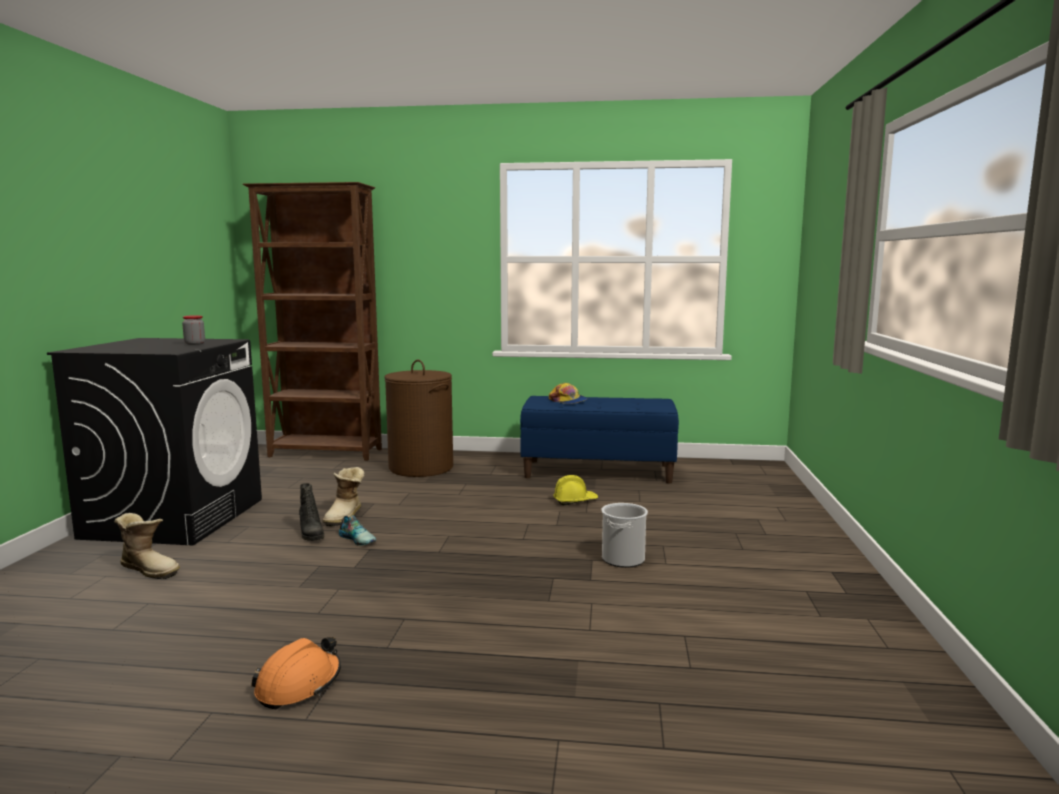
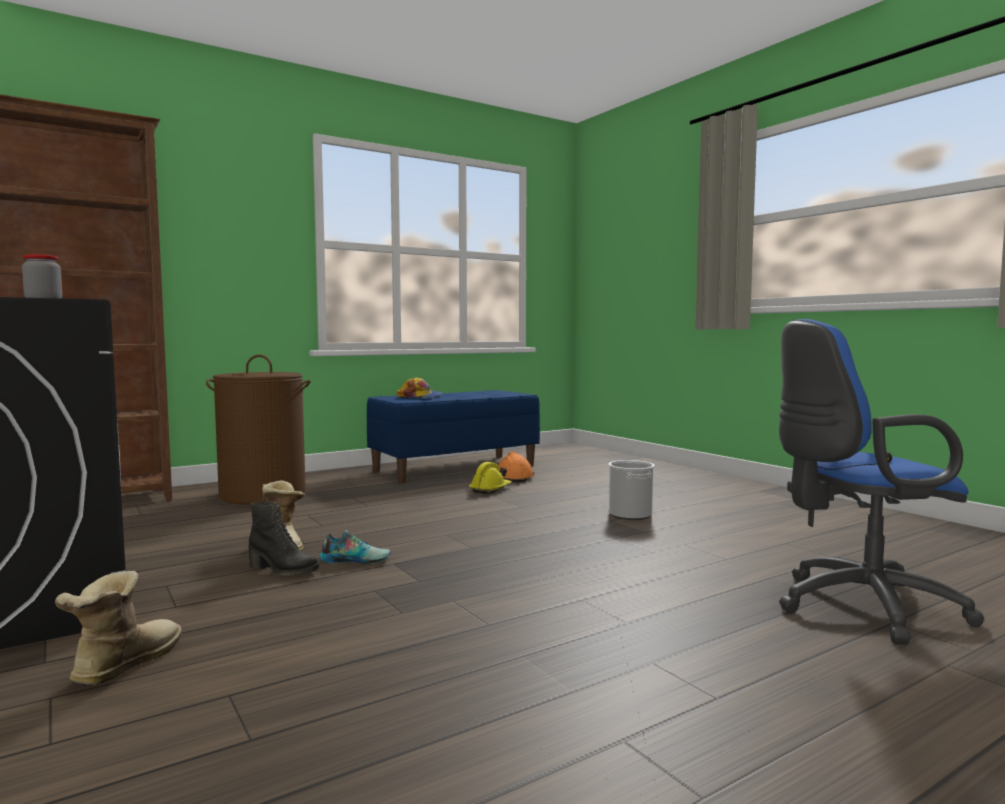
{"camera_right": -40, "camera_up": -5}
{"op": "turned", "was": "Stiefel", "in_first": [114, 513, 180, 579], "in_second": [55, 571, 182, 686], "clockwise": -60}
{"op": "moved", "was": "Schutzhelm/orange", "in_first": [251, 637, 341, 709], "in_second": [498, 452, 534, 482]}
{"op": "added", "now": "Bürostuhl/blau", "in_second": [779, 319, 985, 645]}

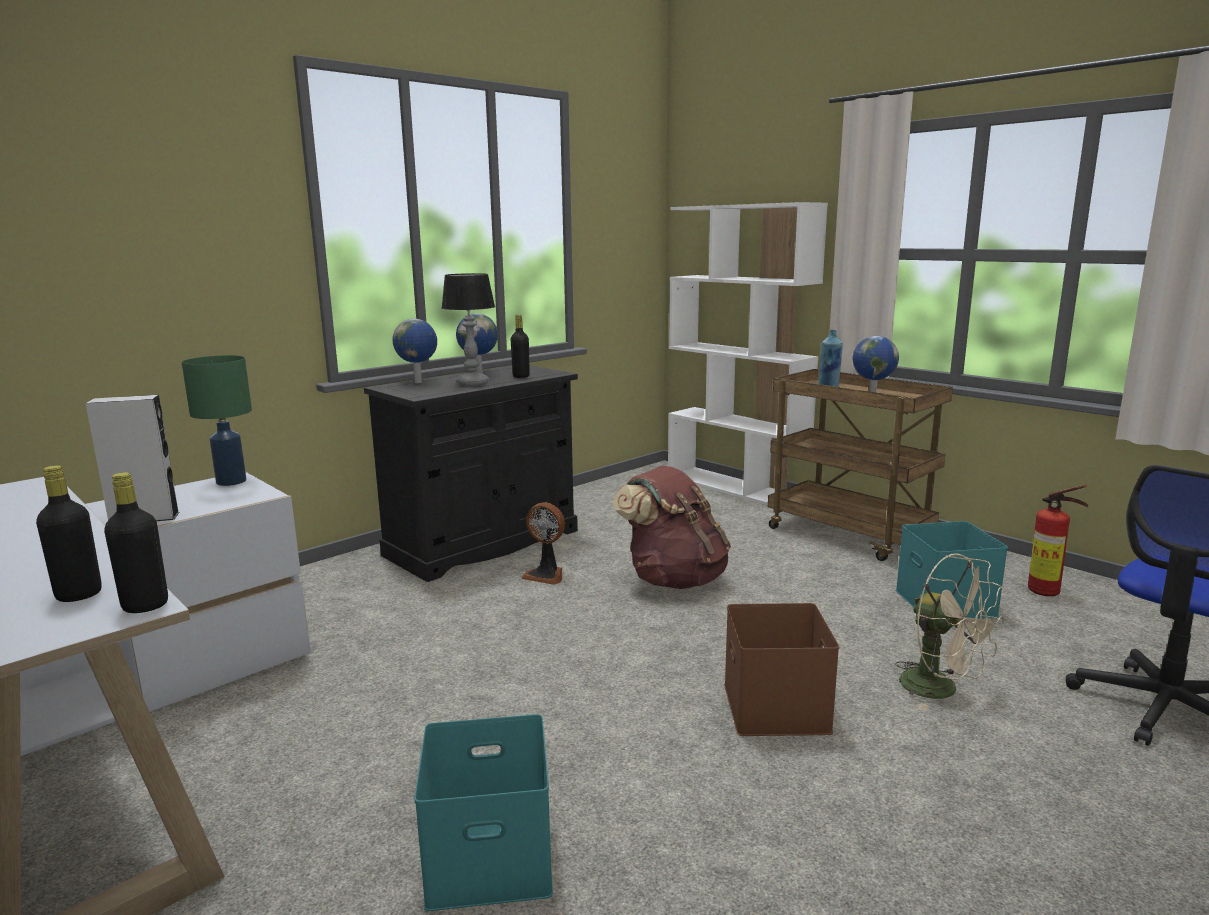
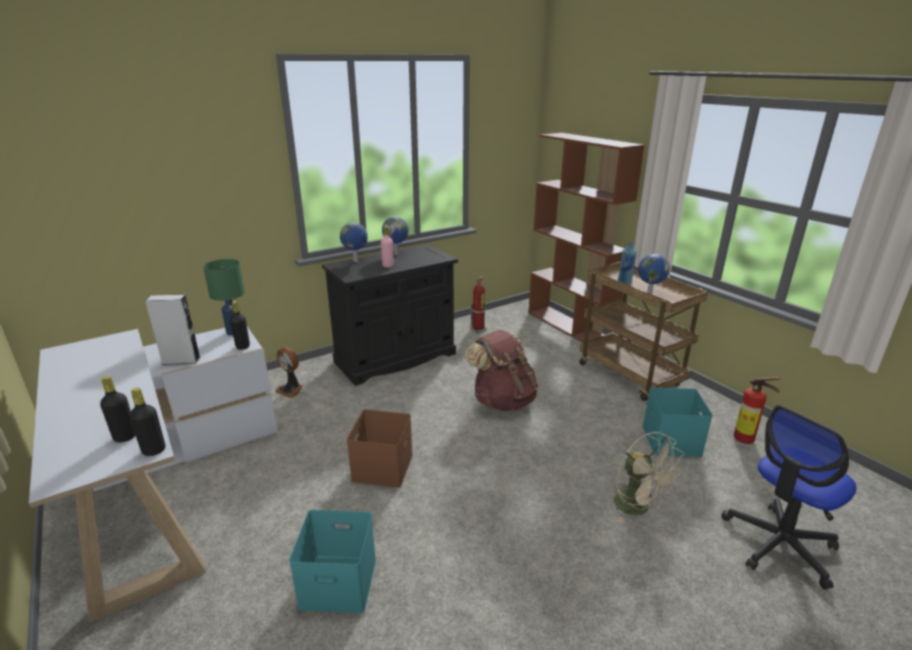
{"camera_right": 10, "camera_up": 10}
{"op": "moved", "was": "Flasche/schwarz", "in_first": [511, 315, 530, 378], "in_second": [230, 301, 250, 350]}
{"op": "moved", "was": "Ventilator", "in_first": [522, 502, 565, 585], "in_second": [275, 347, 303, 398]}
{"op": "moved", "was": "Aufbewahrungsbox/braun", "in_first": [724, 603, 839, 736], "in_second": [347, 409, 413, 488]}
{"op": "replaced", "was": "Tischlampe", "now": "Flasche/rosa", "in_first": [441, 273, 495, 386], "in_second": [381, 226, 394, 267]}
{"op": "added", "now": "Feuerlöscher", "in_second": [470, 276, 487, 333]}
{"op": "recoloured", "was": "Bücherregal/weiß", "now": "Bücherregal/braun", "in_first": [668, 202, 828, 505], "in_second": [528, 133, 645, 343]}

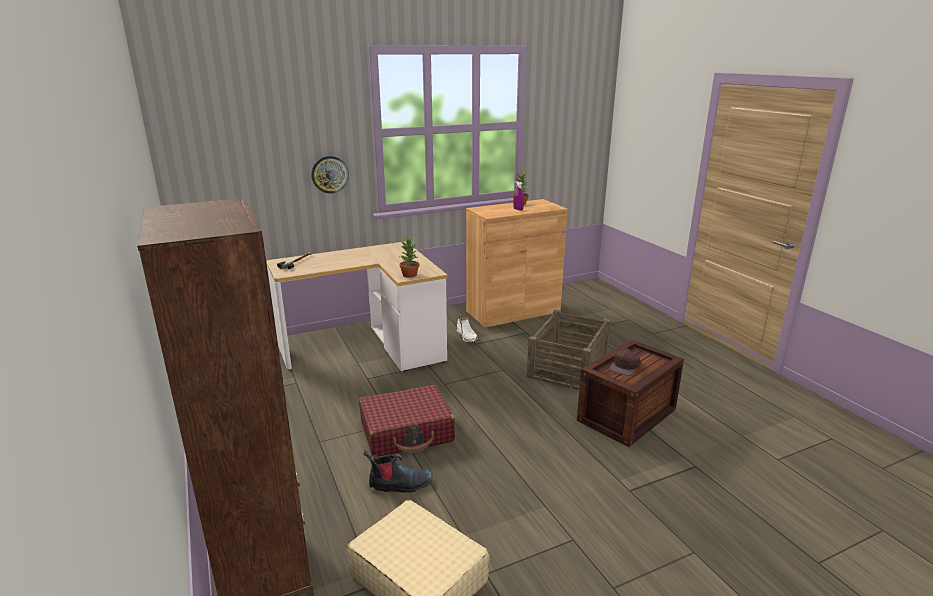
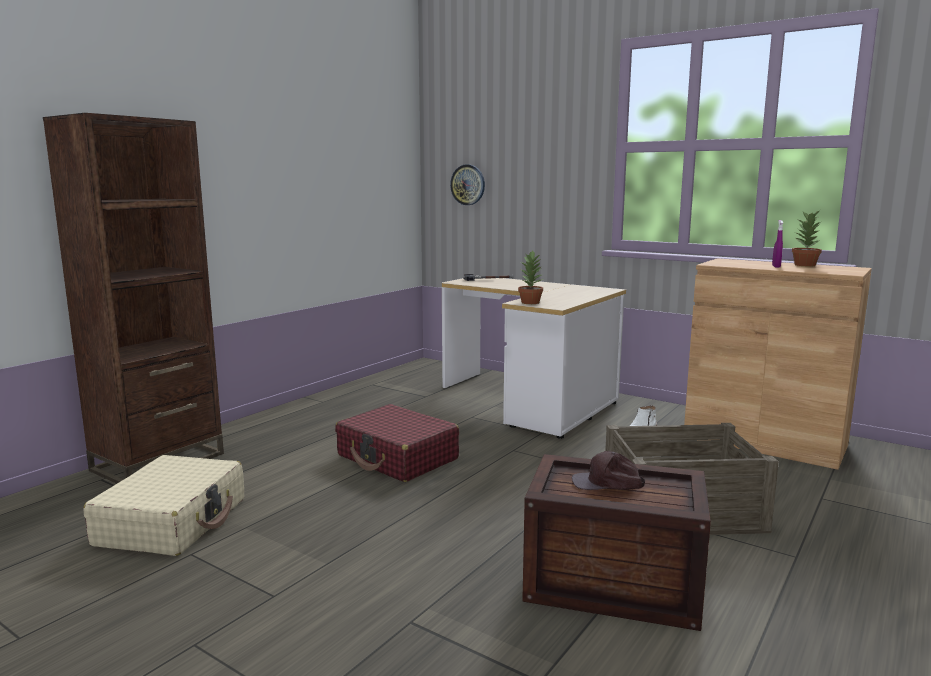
{"camera_right": 60, "camera_up": -10}
{"op": "moved", "was": "Wanduhr", "in_first": [311, 156, 349, 194], "in_second": [450, 165, 485, 205]}
{"op": "removed", "was": "Stiefel", "in_first": [363, 451, 433, 493]}

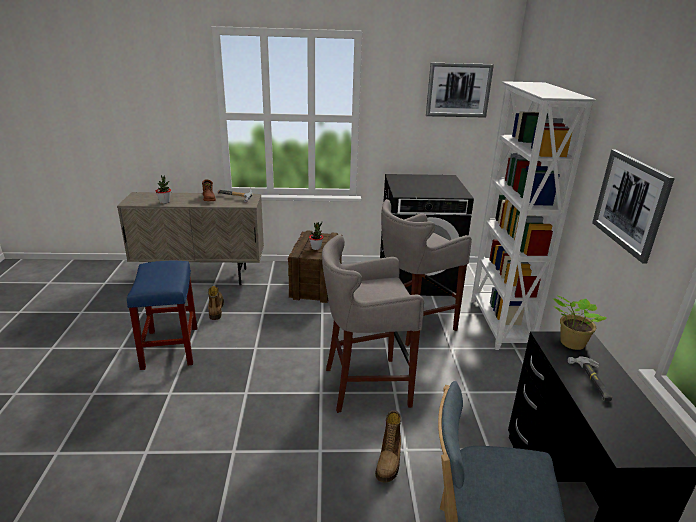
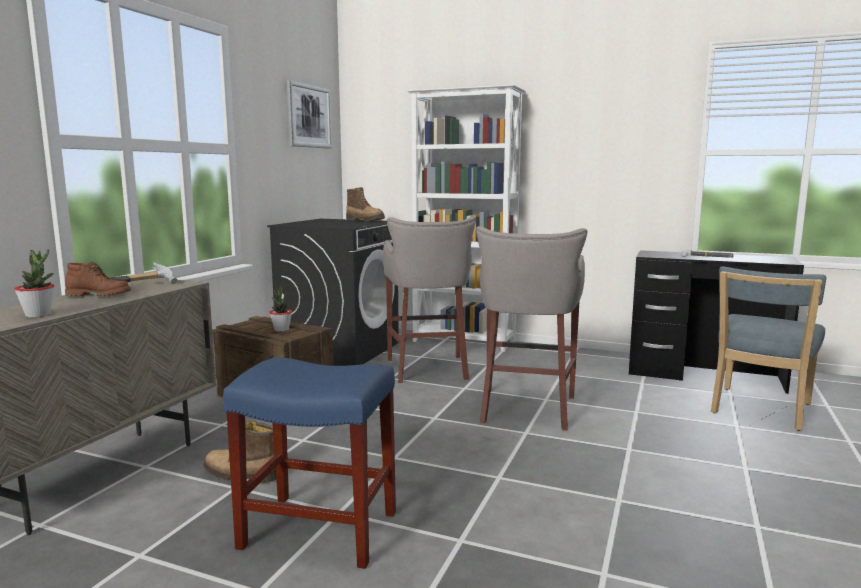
{"camera_right": -65, "camera_up": -15}
{"op": "moved", "was": "Stiefel", "in_first": [375, 410, 402, 483], "in_second": [346, 187, 385, 221]}
{"op": "removed", "was": "Topfpflanze", "in_first": [552, 295, 606, 350]}
{"op": "removed", "was": "Bild", "in_first": [592, 149, 675, 263]}

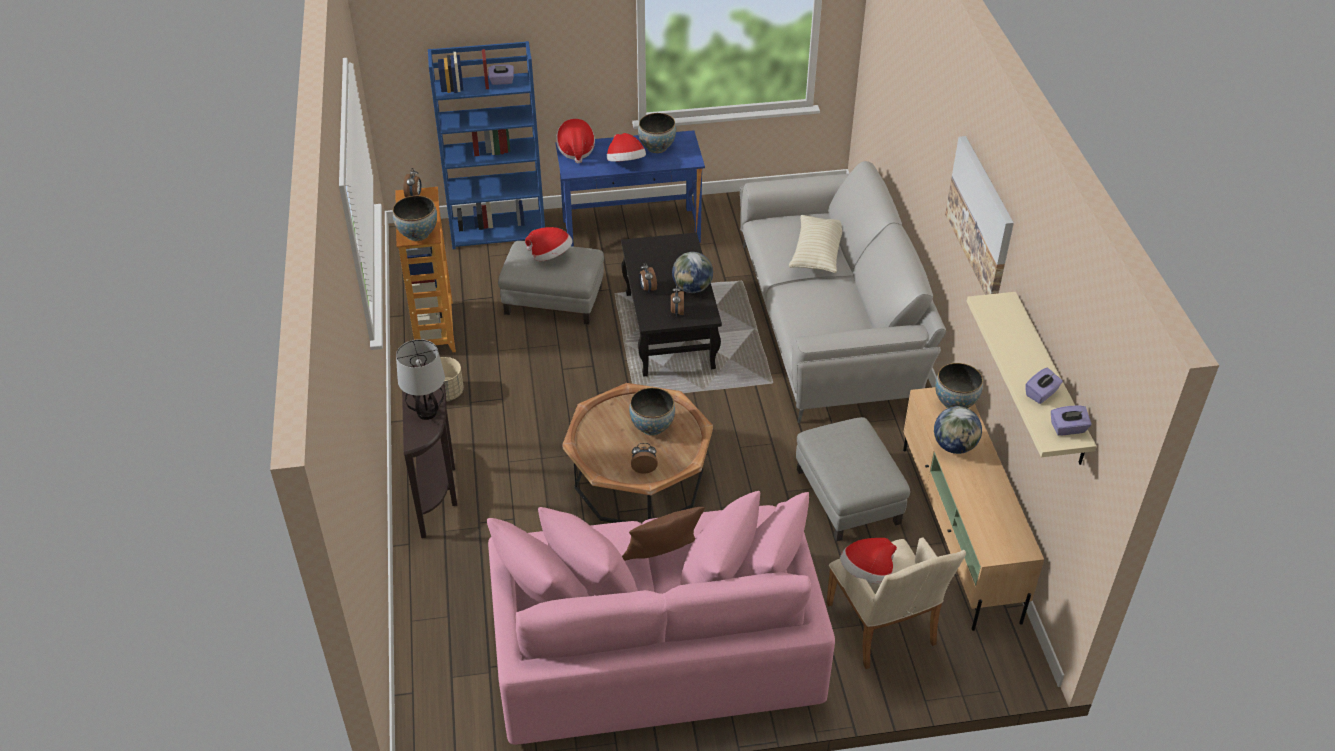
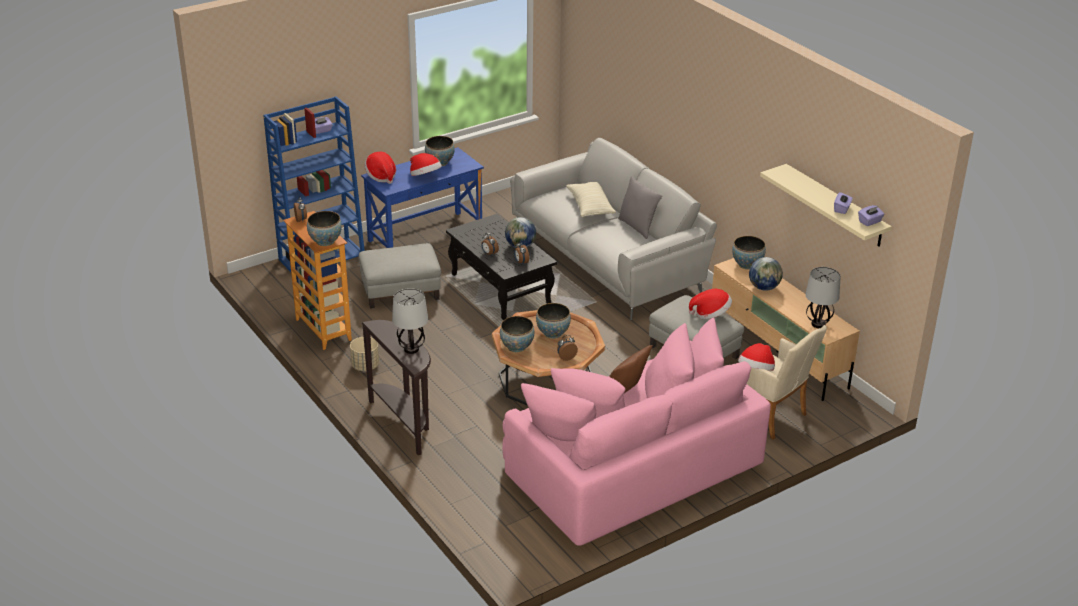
{"camera_right": -25, "camera_up": -10}
{"op": "added", "now": "Schüssel", "in_second": [500, 316, 534, 353]}
{"op": "added", "now": "Kissen/grau", "in_second": [618, 176, 662, 239]}
{"op": "moved", "was": "Hut", "in_first": [525, 227, 573, 261], "in_second": [689, 289, 732, 319]}
{"op": "added", "now": "Tischlampe", "in_second": [805, 267, 840, 328]}
{"op": "removed", "was": "Bild", "in_first": [945, 136, 1014, 295]}

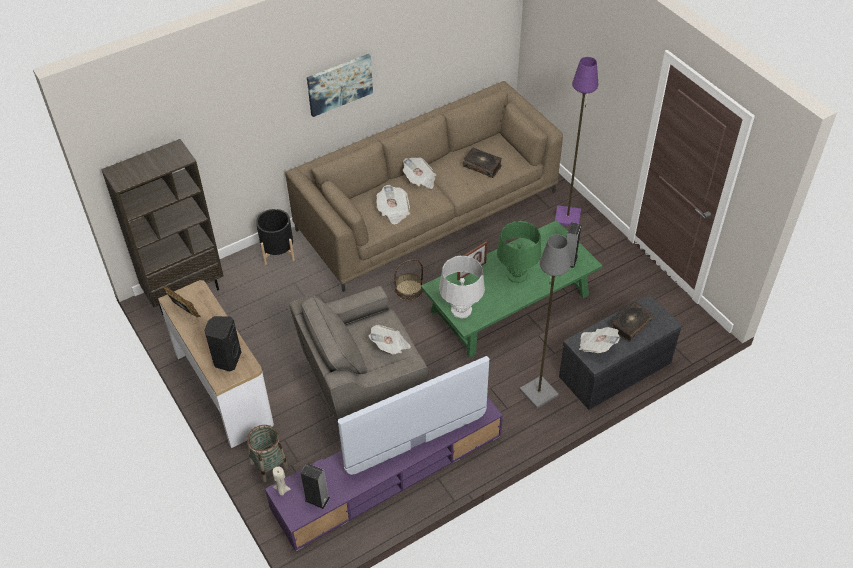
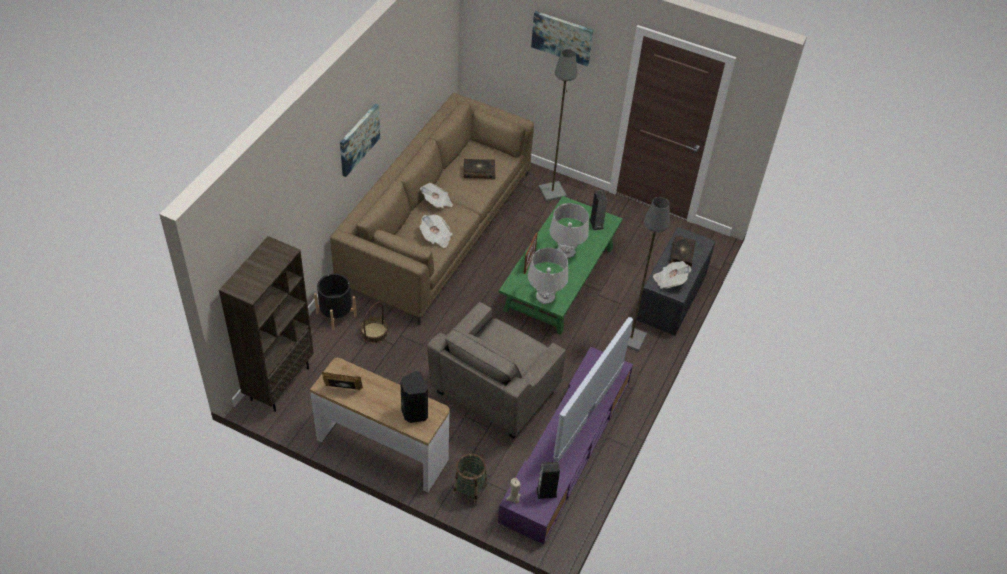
{"camera_right": -35, "camera_up": 0}
{"op": "moved", "was": "Korb", "in_first": [394, 259, 423, 301], "in_second": [360, 302, 388, 344]}
{"op": "added", "now": "Bild", "in_second": [531, 11, 593, 66]}
{"op": "recoloured", "was": "Stehlampe/lila", "now": "Stehlampe/grau", "in_first": [555, 57, 598, 226], "in_second": [539, 49, 577, 201]}
{"op": "recoloured", "was": "Tischlampe/grün", "now": "Tischlampe/grau", "in_first": [497, 221, 541, 283], "in_second": [549, 203, 589, 258]}
{"op": "removed", "was": "Zeitung", "in_first": [368, 325, 411, 355]}

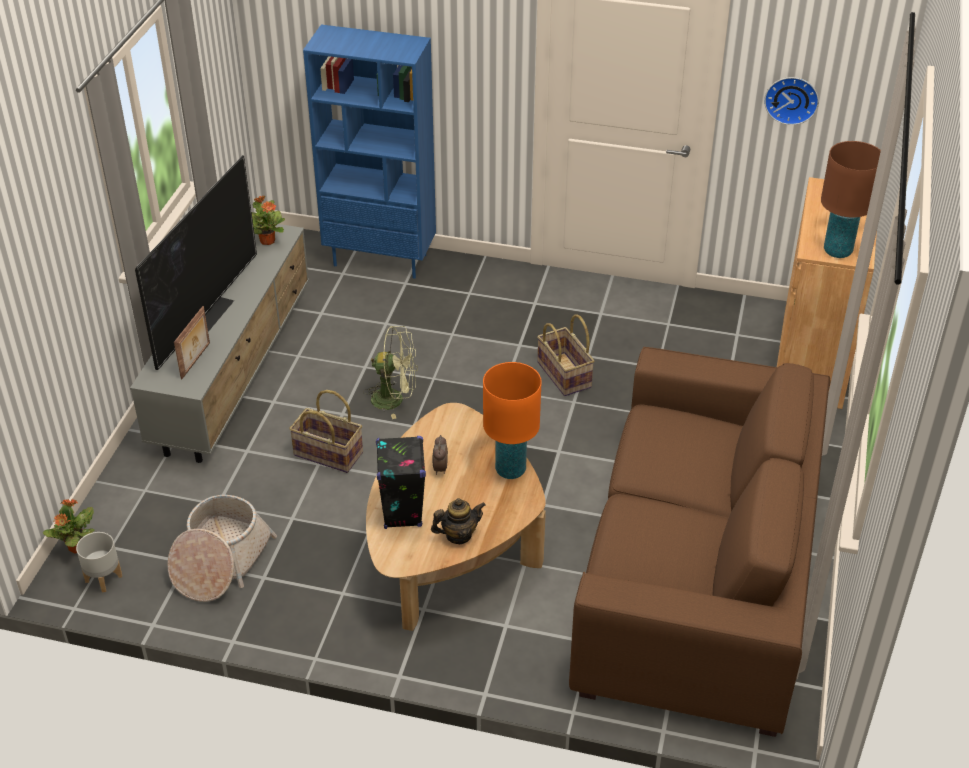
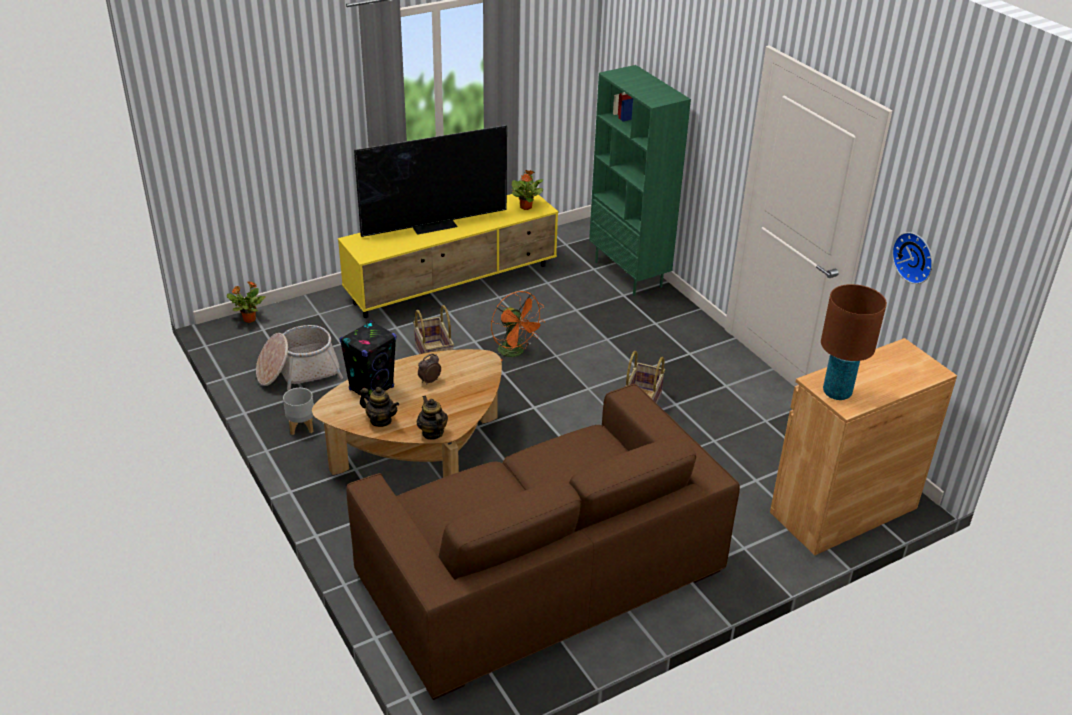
{"camera_right": 45, "camera_up": -5}
{"op": "moved", "was": "Pflanzkübel/grau", "in_first": [76, 532, 122, 592], "in_second": [283, 388, 314, 435]}
{"op": "recoloured", "was": "Fernsehschrank/grau", "now": "Fernsehschrank/gelb", "in_first": [130, 224, 309, 463], "in_second": [338, 191, 558, 318]}
{"op": "added", "now": "Teekanne", "in_second": [417, 396, 448, 440]}
{"op": "recoloured", "was": "Ventilator/grün", "now": "Ventilator/orange", "in_first": [363, 326, 418, 419], "in_second": [491, 291, 546, 361]}
{"op": "recoloured", "was": "Bücherregal/blau", "now": "Bücherregal/grün", "in_first": [303, 25, 436, 279], "in_second": [589, 65, 691, 296]}
{"op": "removed", "was": "Bilderrahmen", "in_first": [174, 306, 210, 379]}
{"op": "removed", "was": "Tischlampe/orange", "in_first": [483, 362, 542, 479]}

